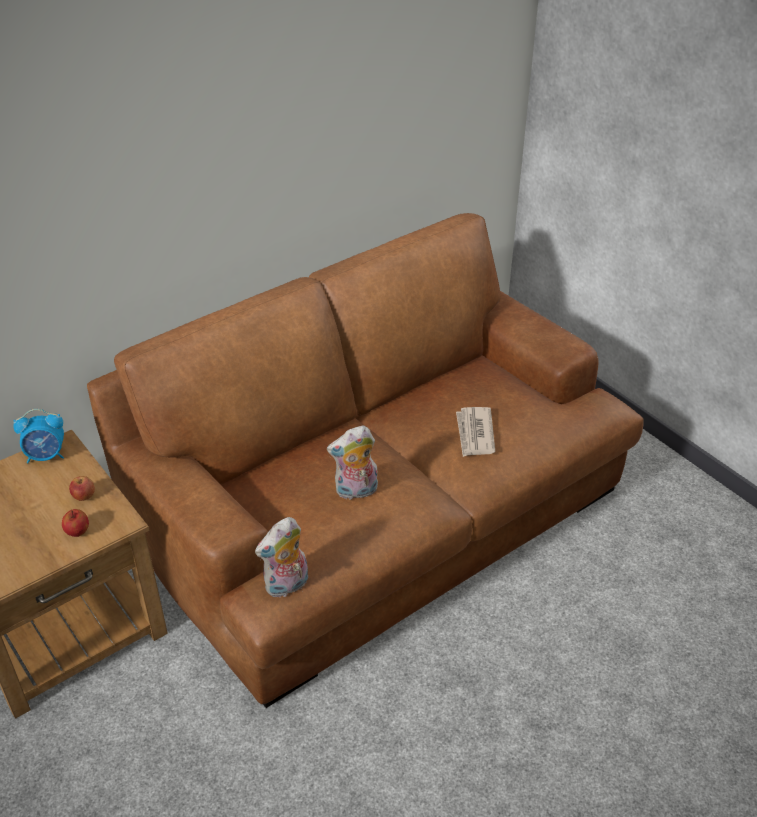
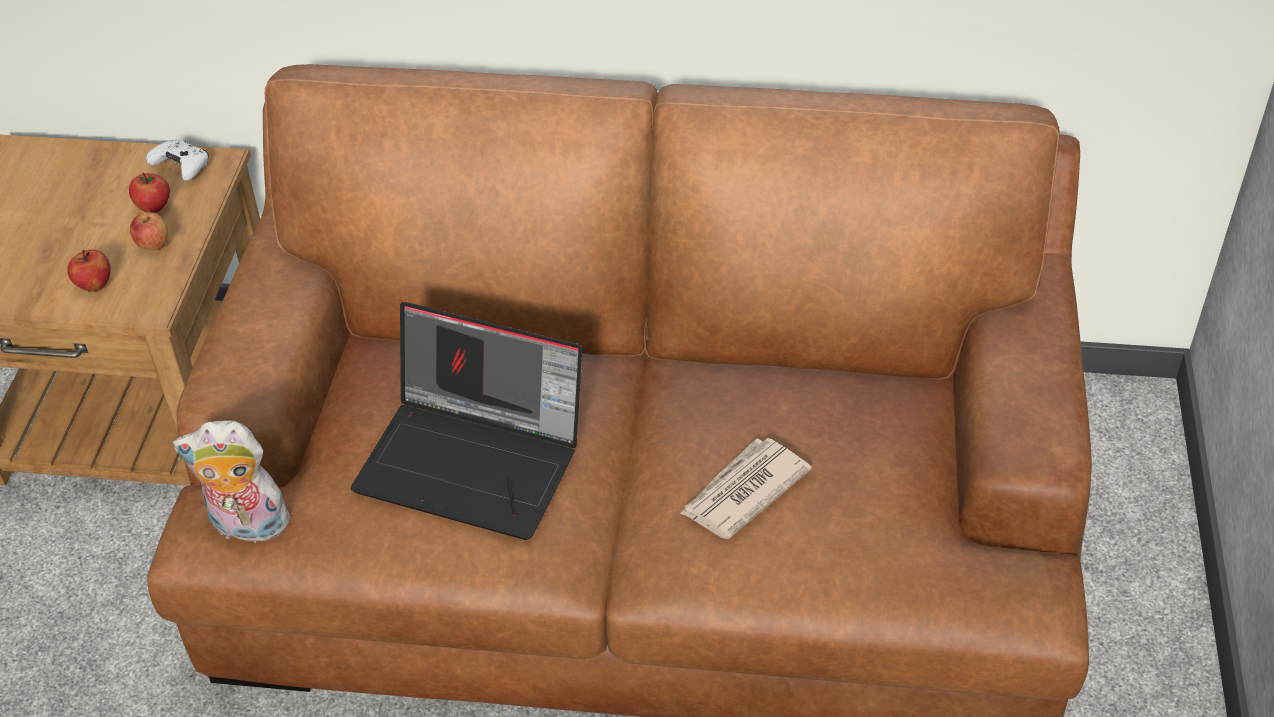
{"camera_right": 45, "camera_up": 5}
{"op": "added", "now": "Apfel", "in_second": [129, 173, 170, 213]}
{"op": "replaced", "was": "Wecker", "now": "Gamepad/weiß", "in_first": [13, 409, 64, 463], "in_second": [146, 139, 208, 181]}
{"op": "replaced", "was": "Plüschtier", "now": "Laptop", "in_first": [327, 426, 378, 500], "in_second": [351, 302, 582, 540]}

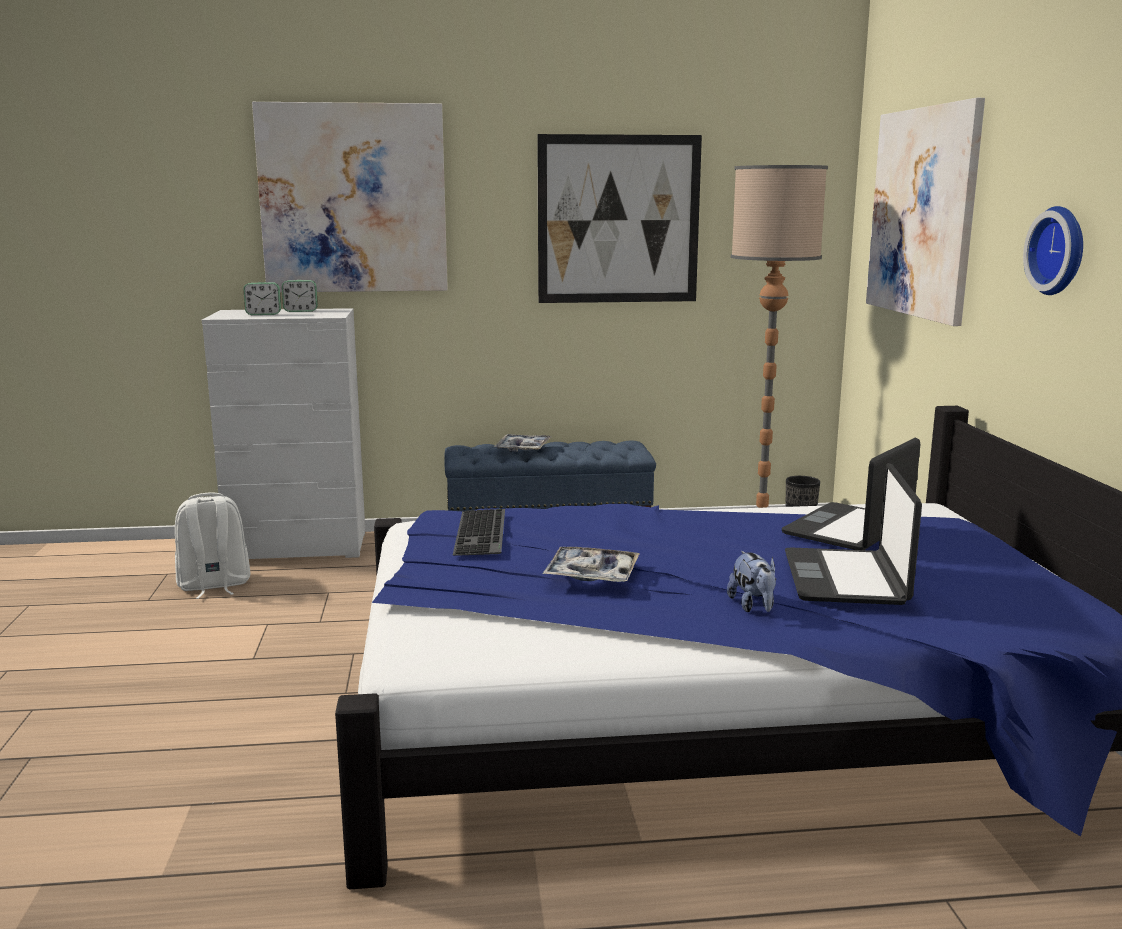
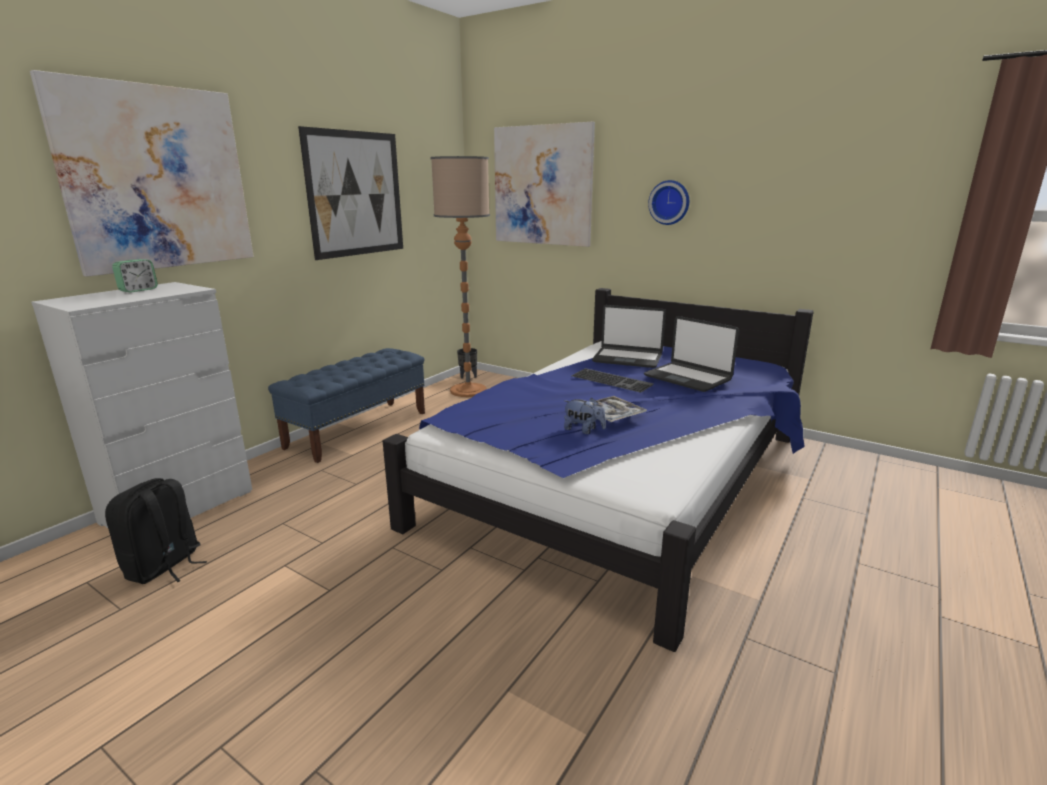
{"camera_right": -50, "camera_up": 5}
{"op": "recoloured", "was": "Rucksack/weiß", "now": "Rucksack/schwarz", "in_first": [175, 493, 250, 599], "in_second": [105, 478, 207, 584]}
{"op": "moved", "was": "Plüschtier", "in_first": [727, 551, 776, 612], "in_second": [564, 398, 606, 434]}
{"op": "moved", "was": "Tastatur", "in_first": [453, 509, 505, 556], "in_second": [572, 368, 654, 393]}
{"op": "turned", "was": "Laptop", "in_first": [782, 437, 920, 550], "in_second": [592, 305, 666, 368], "clockwise": -60}
{"op": "removed", "was": "Wecker", "in_first": [243, 282, 281, 315]}
{"op": "removed", "was": "Tablett", "in_first": [493, 434, 551, 452]}

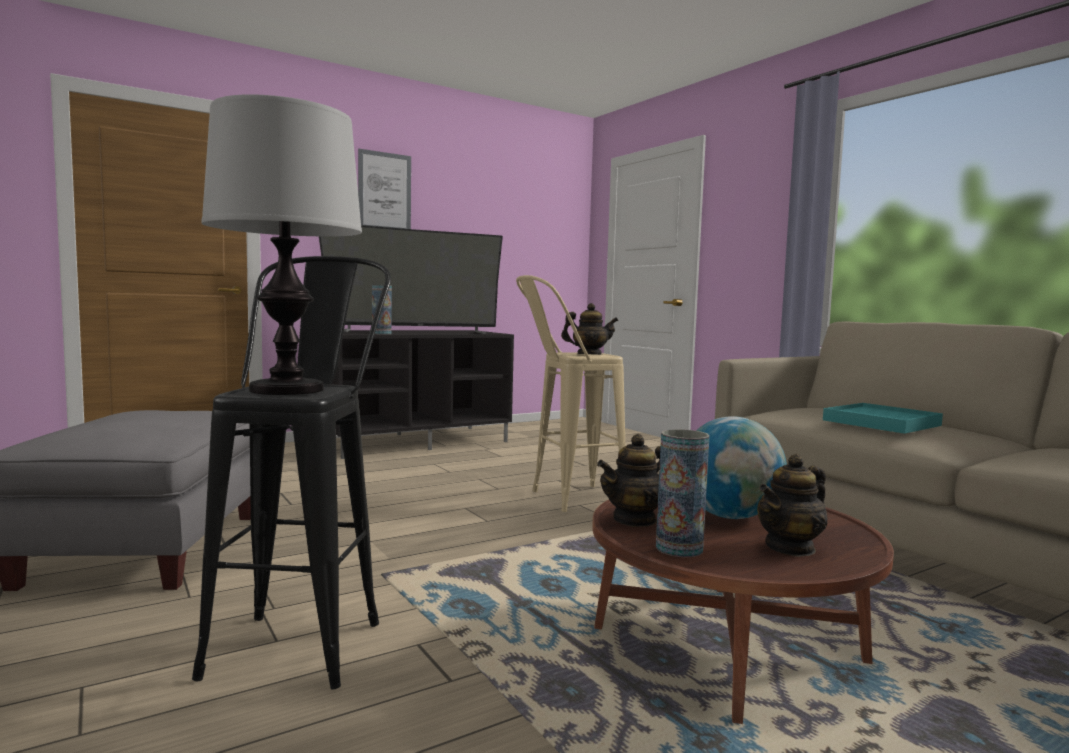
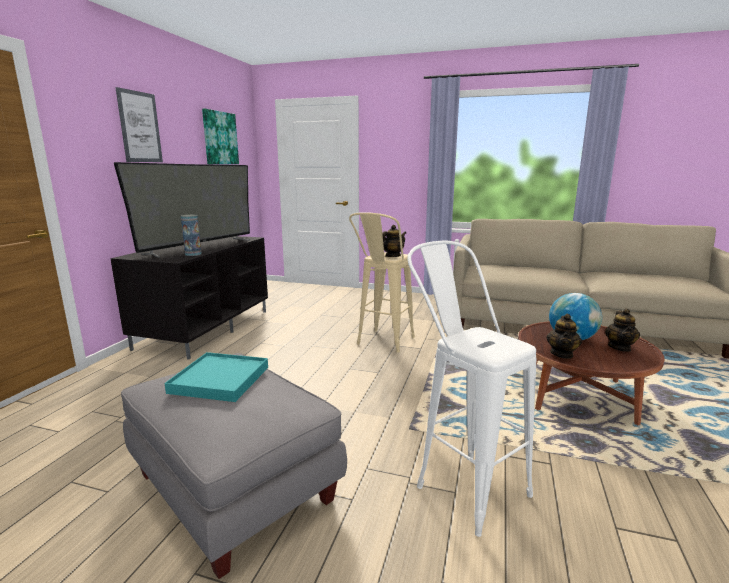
{"camera_right": -40, "camera_up": 10}
{"op": "moved", "was": "Tablett/türkis", "in_first": [823, 403, 943, 434], "in_second": [164, 352, 268, 402]}
{"op": "added", "now": "Bild", "in_second": [202, 109, 239, 164]}
{"op": "recoloured", "was": "Hocker/schwarz", "now": "Hocker/weiß", "in_first": [192, 256, 391, 690], "in_second": [408, 241, 536, 537]}
{"op": "removed", "was": "Tischlampe", "in_first": [202, 94, 362, 395]}
{"op": "removed", "was": "Vase", "in_first": [656, 429, 710, 557]}

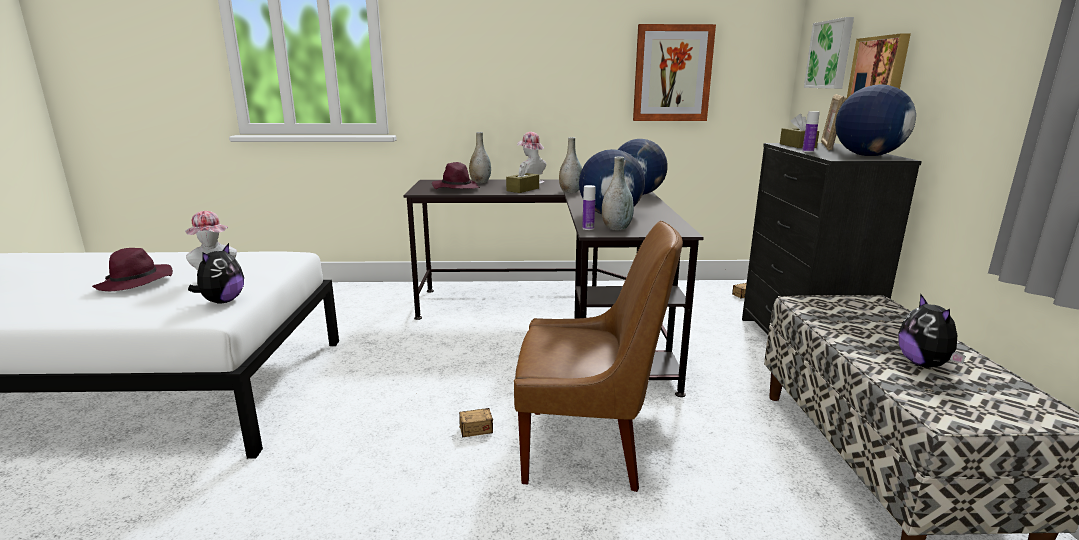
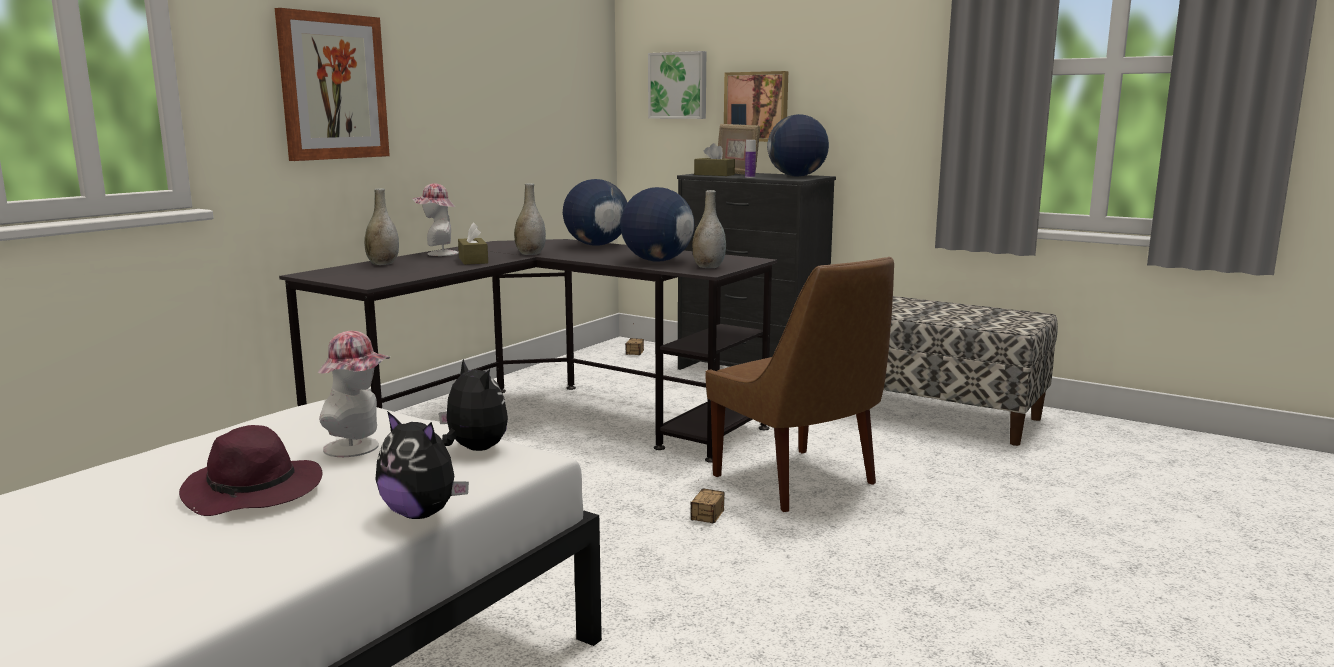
{"camera_right": -55, "camera_up": -5}
{"op": "moved", "was": "Bild", "in_first": [633, 24, 716, 121], "in_second": [275, 8, 390, 161]}
{"op": "moved", "was": "Plüschtier", "in_first": [899, 293, 966, 368], "in_second": [376, 411, 469, 519]}
{"op": "turned", "was": "Stuhl/braun", "in_first": [514, 221, 683, 492], "in_second": [706, 257, 894, 512], "clockwise": 105}
{"op": "removed", "was": "Hut/lila", "in_first": [432, 162, 480, 189]}
{"op": "removed", "was": "Flasche", "in_first": [582, 185, 595, 230]}

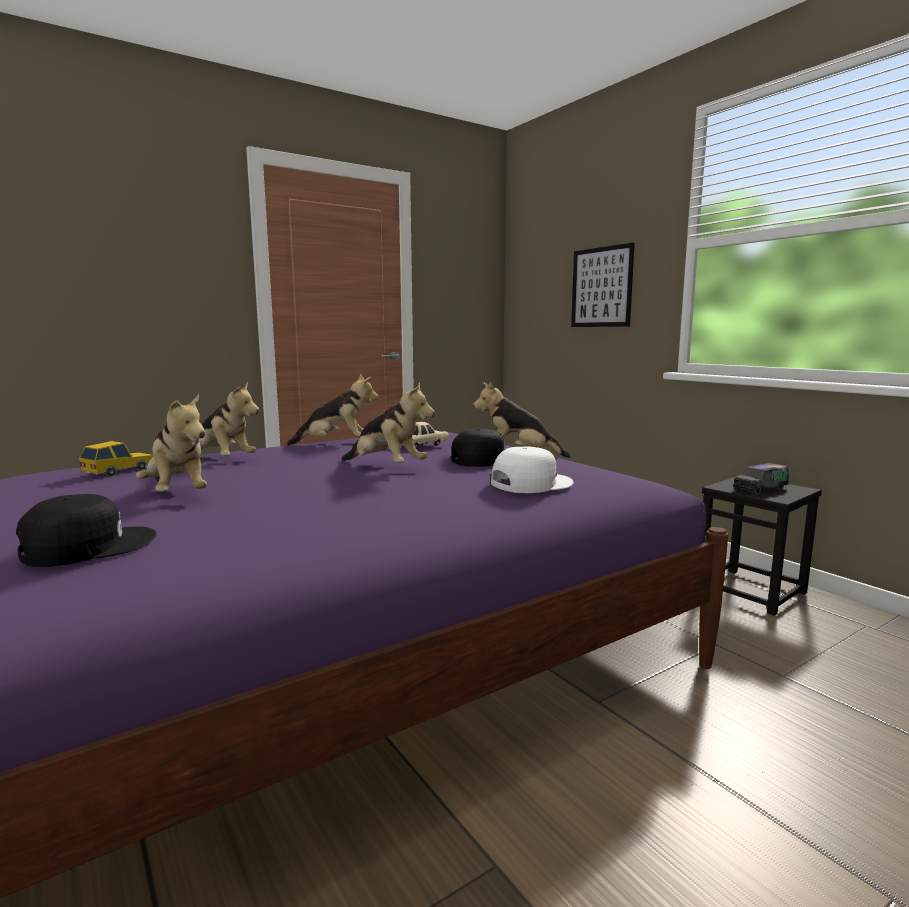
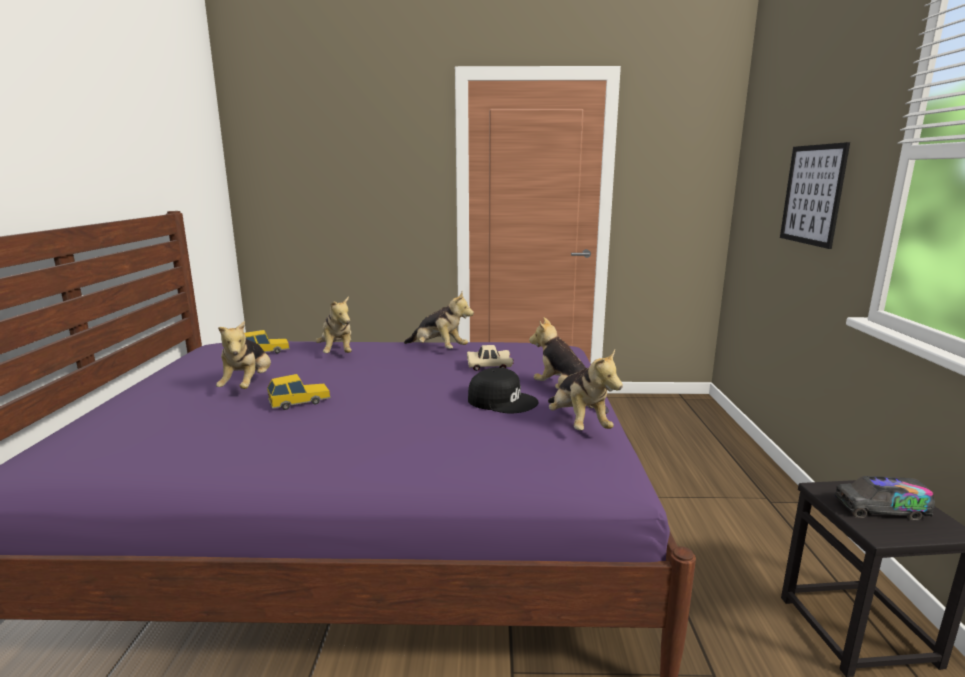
{"camera_right": 35, "camera_up": 5}
{"op": "added", "now": "Spielzeugauto", "in_second": [267, 374, 331, 410]}
{"op": "moved", "was": "Plüschtier", "in_first": [341, 382, 435, 463], "in_second": [548, 349, 623, 430]}
{"op": "removed", "was": "Kappe/schwarz", "in_first": [16, 494, 157, 567]}
{"op": "removed", "was": "Kappe/weiß", "in_first": [491, 446, 574, 493]}

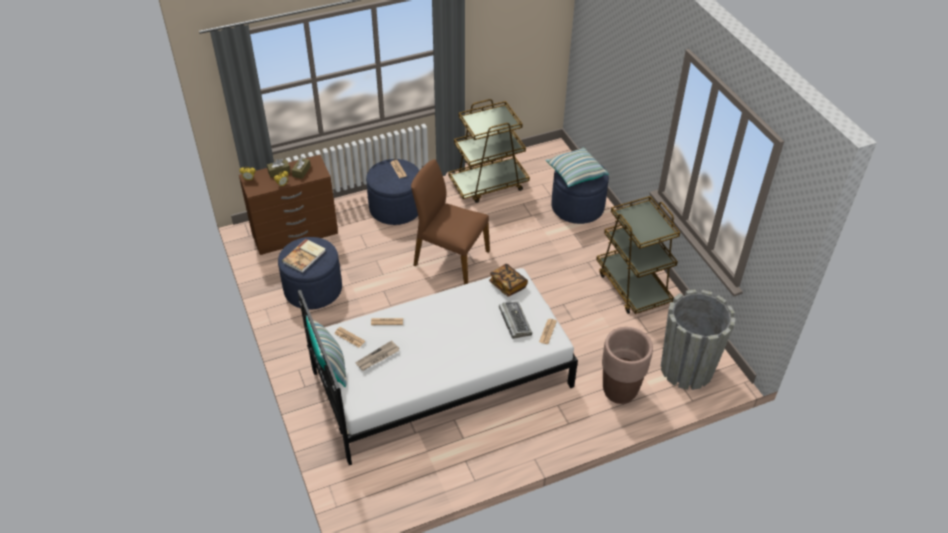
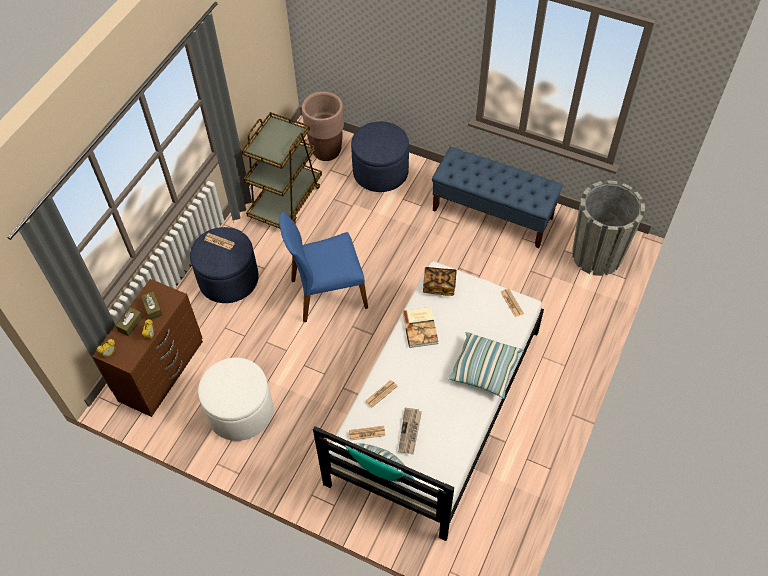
{"camera_right": -40, "camera_up": 10}
{"op": "recoloured", "was": "Polsterhocker/blau", "now": "Polsterhocker/weiß", "in_first": [278, 237, 342, 310], "in_second": [198, 358, 273, 441]}
{"op": "recoloured", "was": "Stuhl/braun", "now": "Stuhl/blau", "in_first": [411, 159, 490, 285], "in_second": [279, 212, 368, 322]}
{"op": "moved", "was": "Pflanzkübel/braun", "in_first": [602, 327, 653, 404], "in_second": [302, 91, 344, 161]}
{"op": "moved", "was": "Buch", "in_first": [282, 239, 325, 273], "in_second": [402, 307, 438, 348]}
{"op": "replaced", "was": "Rollwagen/braun", "now": "Bank/blau", "in_first": [596, 196, 680, 314], "in_second": [432, 147, 563, 248]}
{"op": "moved", "was": "Kissen", "in_first": [546, 148, 609, 187], "in_second": [448, 332, 523, 399]}
{"op": "removed", "was": "Tastatur", "in_first": [499, 301, 532, 339]}

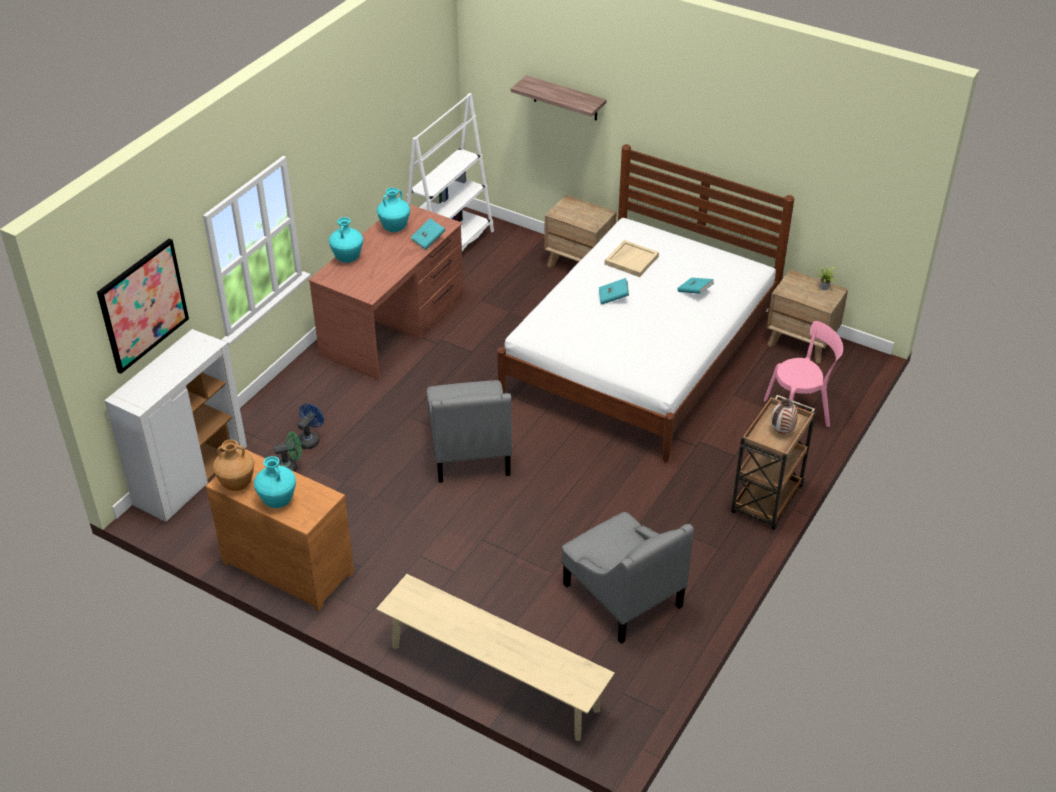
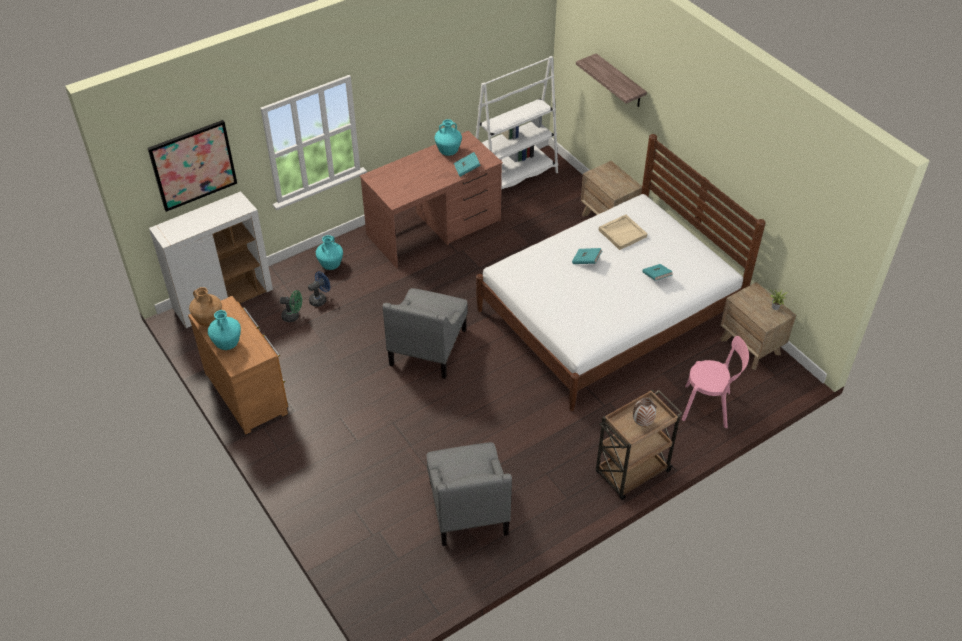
{"camera_right": 25, "camera_up": 5}
{"op": "moved", "was": "Vase/türkis", "in_first": [329, 217, 363, 263], "in_second": [316, 235, 343, 270]}
{"op": "removed", "was": "Bank/beige", "in_first": [376, 574, 615, 741]}

